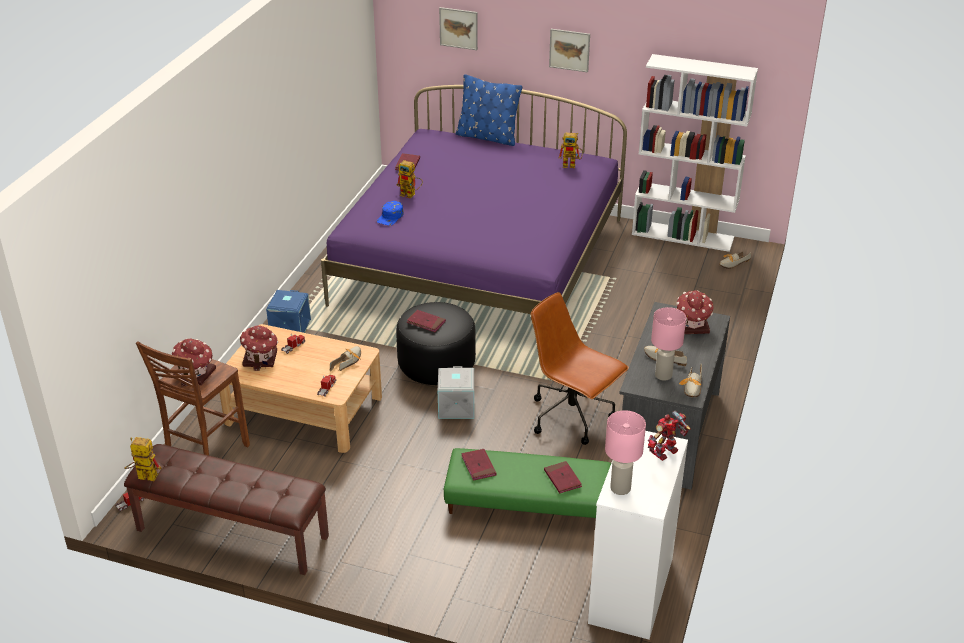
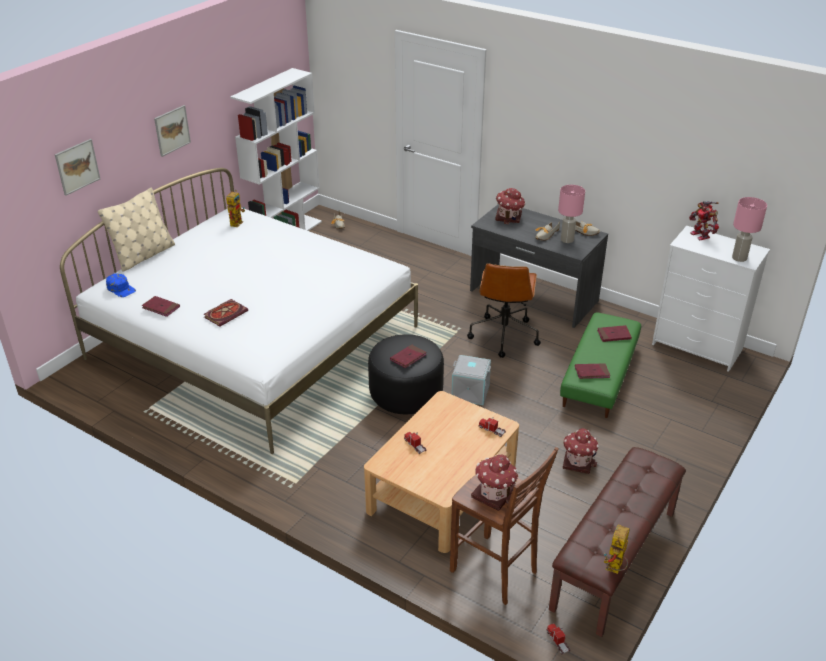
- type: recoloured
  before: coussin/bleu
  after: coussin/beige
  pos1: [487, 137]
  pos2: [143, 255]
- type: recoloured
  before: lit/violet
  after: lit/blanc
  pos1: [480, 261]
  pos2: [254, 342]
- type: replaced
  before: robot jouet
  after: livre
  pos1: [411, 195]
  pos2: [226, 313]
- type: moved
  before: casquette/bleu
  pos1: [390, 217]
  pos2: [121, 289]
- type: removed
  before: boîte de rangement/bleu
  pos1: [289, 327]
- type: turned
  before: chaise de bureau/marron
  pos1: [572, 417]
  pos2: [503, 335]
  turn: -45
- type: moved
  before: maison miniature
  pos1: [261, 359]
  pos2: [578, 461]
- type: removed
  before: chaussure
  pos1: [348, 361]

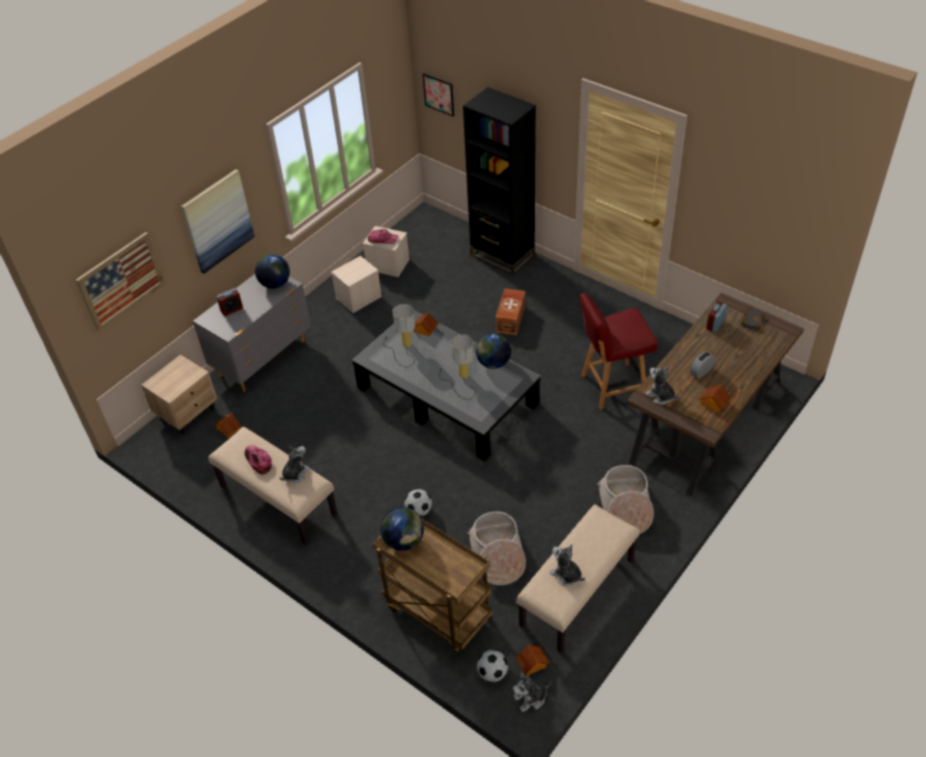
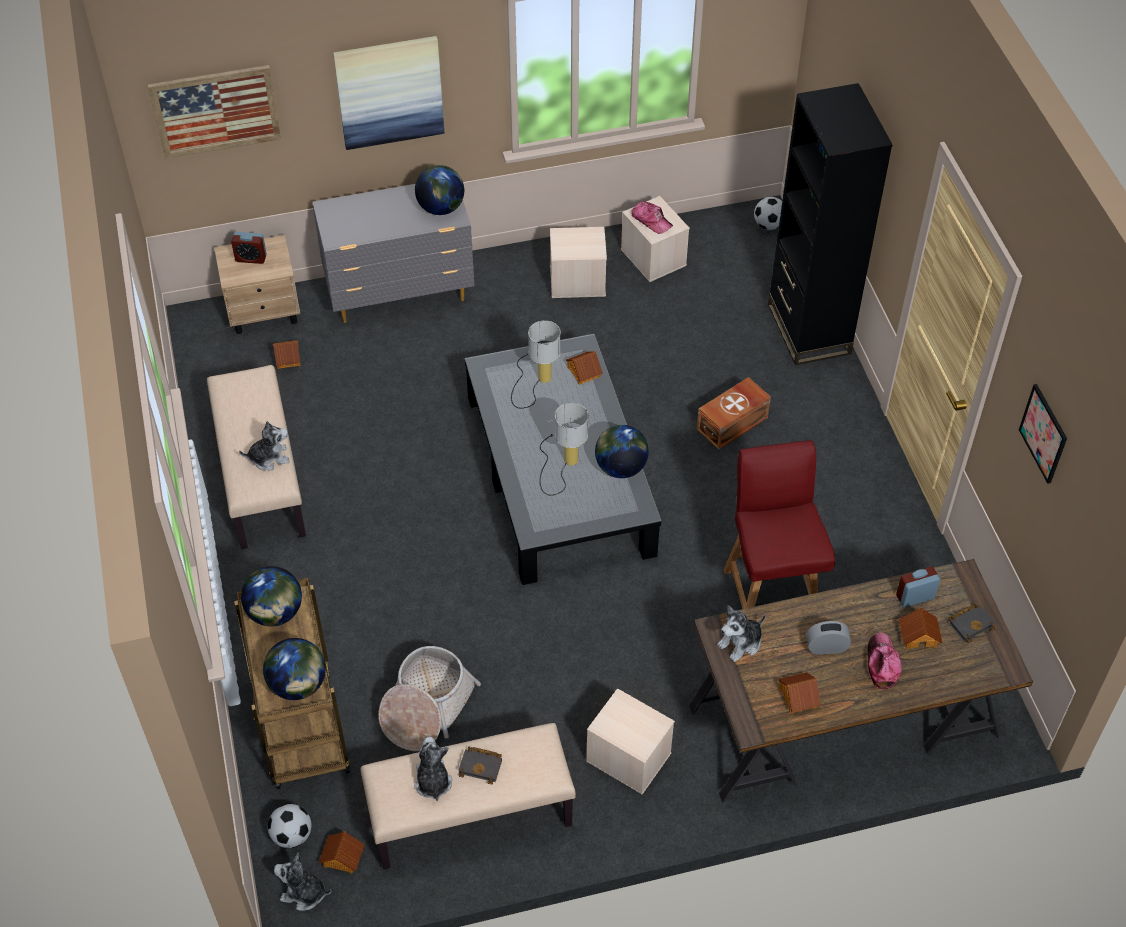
- type: moved
  before: tableau
  pos1: [439, 94]
  pos2: [1043, 433]
- type: moved
  before: réveil
  pos1: [231, 309]
  pos2: [251, 258]
- type: turned
  before: chaise/rouge
  pos1: [612, 386]
  pos2: [770, 594]
  turn: 60
- type: turned
  before: peluche
  pos1: [660, 396]
  pos2: [741, 643]
  turn: -120
- type: moved
  before: casquette
  pos1: [258, 461]
  pos2: [882, 663]
- type: replaced
  before: panier
  after: boîte de rangement/beige
  pos1: [625, 508]
  pos2: [627, 757]
- type: moved
  before: ballon de foot
  pos1: [419, 511]
  pos2: [769, 225]
- type: added
  after: maison miniature
  pos2: [919, 635]
- type: added
  after: globe
  pos2: [298, 685]
- type: added
  after: livre/noir
  pos2: [482, 766]

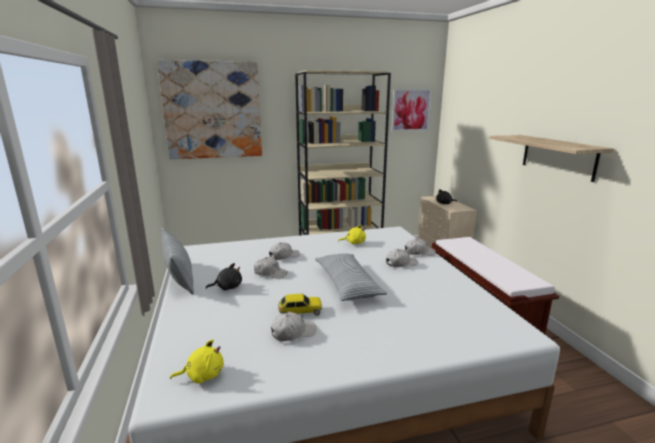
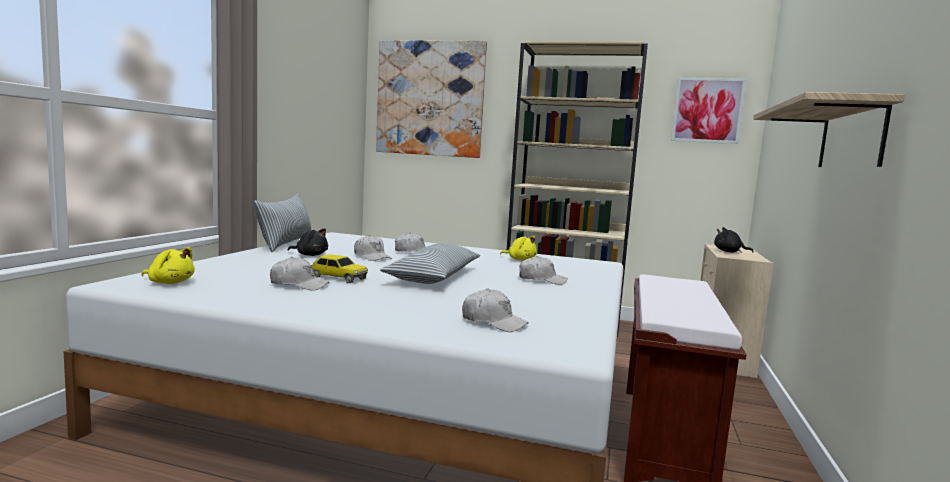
- type: moved
  before: casquette/blanc
  pos1: [419, 252]
  pos2: [493, 322]

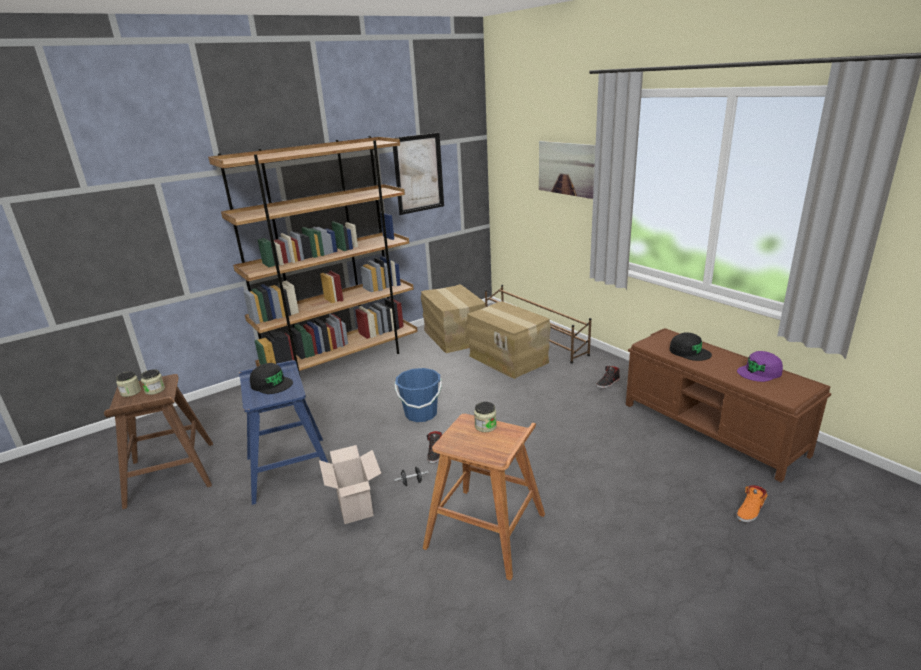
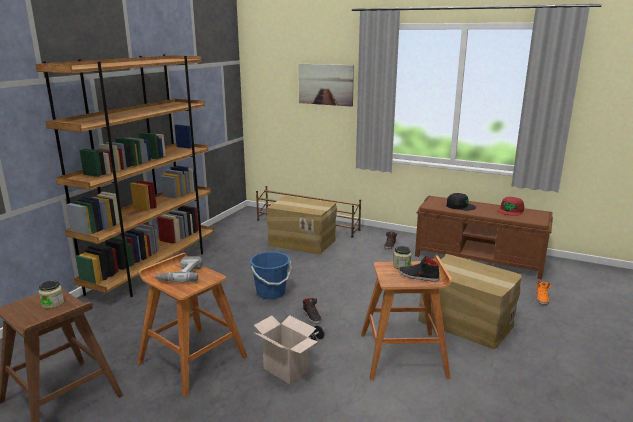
- type: removed
  before: tableau
  pos1: [418, 173]
- type: moved
  before: carton
  pos1: [453, 336]
  pos2: [465, 322]
- type: recoloured
  before: casquette/violet
  after: casquette/rouge
  pos1: [759, 372]
  pos2: [510, 210]
- type: recoloured
  before: tabouret/bleu
  after: tabouret/marron
  pos1: [290, 468]
  pos2: [192, 359]
- type: replaced
  before: casquette/noir
  after: perceuse
  pos1: [271, 384]
  pos2: [181, 275]
- type: removed
  before: bocal
  pos1: [131, 392]
- type: added
  after: chaussure/noir
  pos2: [418, 276]

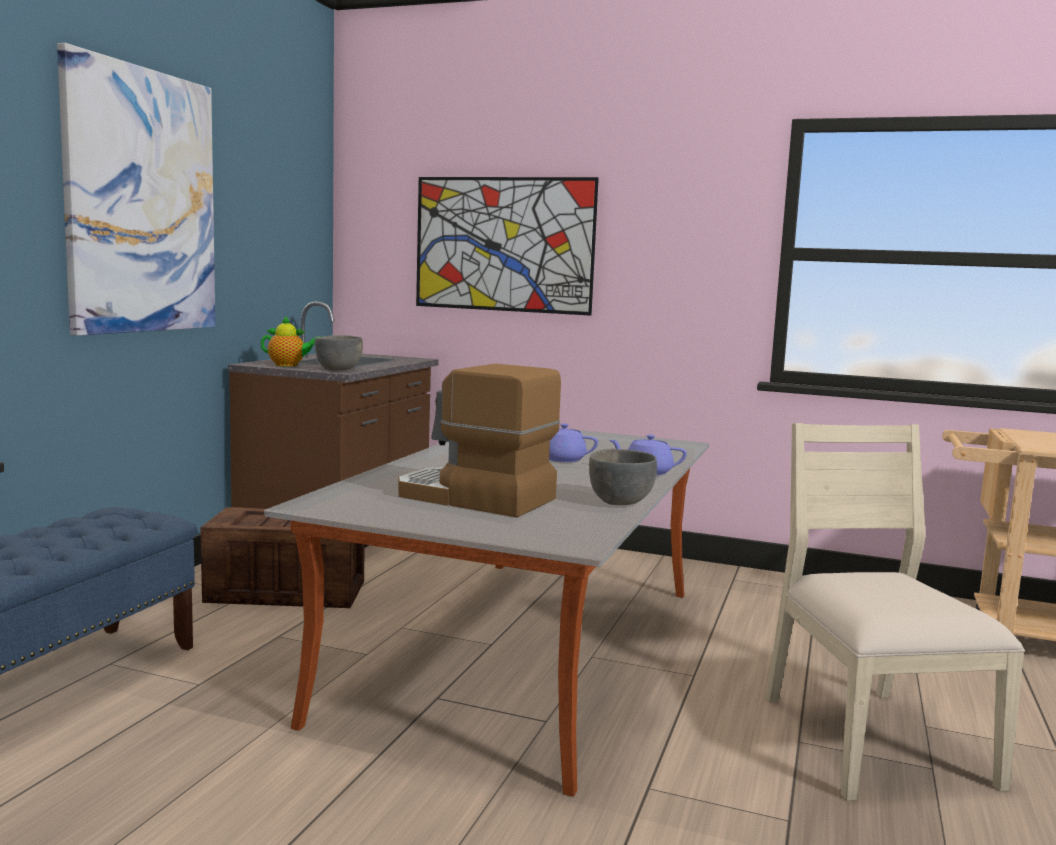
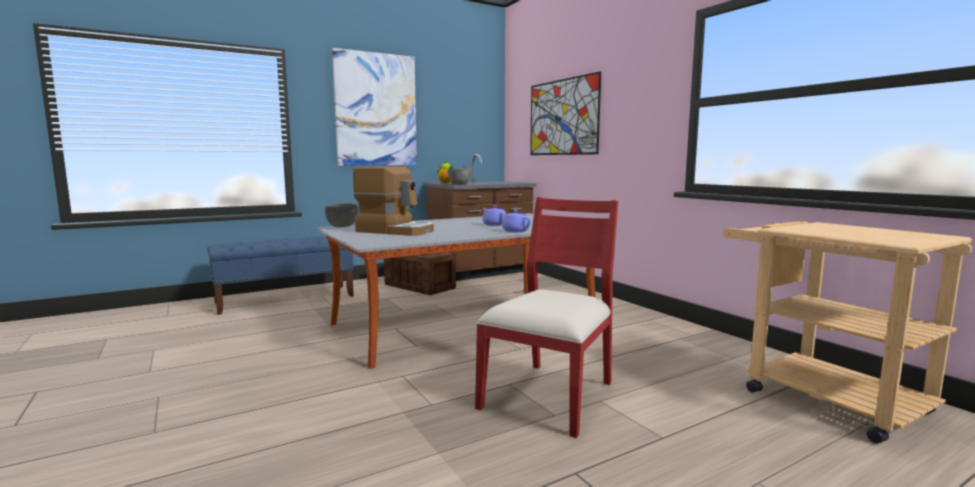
- type: turned
  before: machine à café
  pos1: [474, 498]
  pos2: [396, 231]
  turn: 135
- type: recoloured
  before: chaise/beige
  after: chaise/rouge
  pos1: [871, 739]
  pos2: [550, 395]
- type: moved
  before: bol/gris
  pos1: [620, 502]
  pos2: [342, 226]

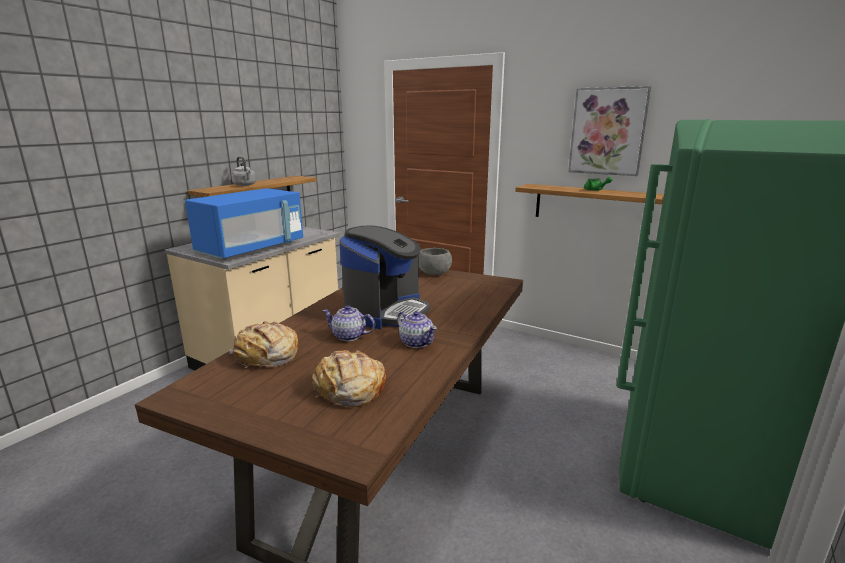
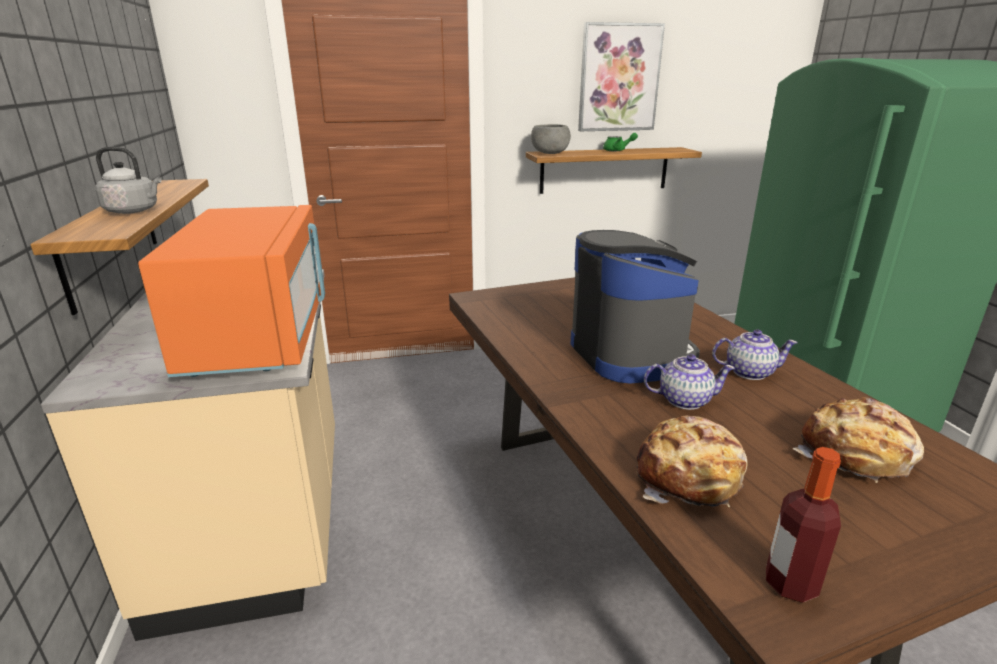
- type: recoloured
  before: micro-ondes/bleu
  after: micro-ondes/orange
  pos1: [251, 249]
  pos2: [260, 336]
- type: moved
  before: bol/gris
  pos1: [434, 273]
  pos2: [550, 153]
- type: turned
  before: théière
  pos1: [349, 336]
  pos2: [684, 400]
  turn: -150
- type: added
  after: bouteille
  pos2: [790, 584]

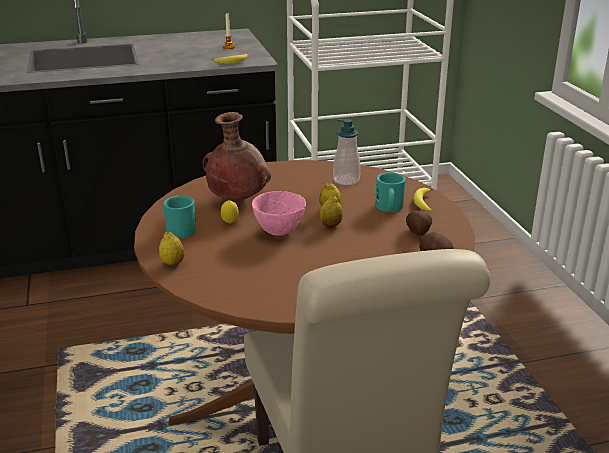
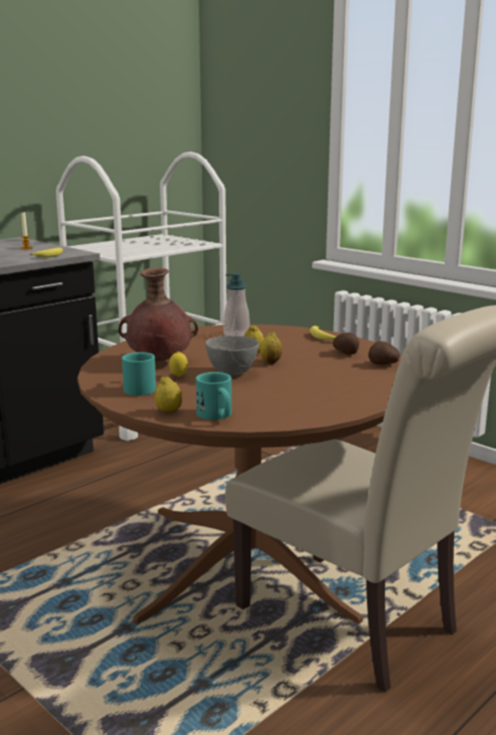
- type: moved
  before: mug/turquoise
  pos1: [389, 208]
  pos2: [217, 416]
- type: recoloured
  before: bol/rose
  after: bol/gris
  pos1: [278, 231]
  pos2: [231, 373]

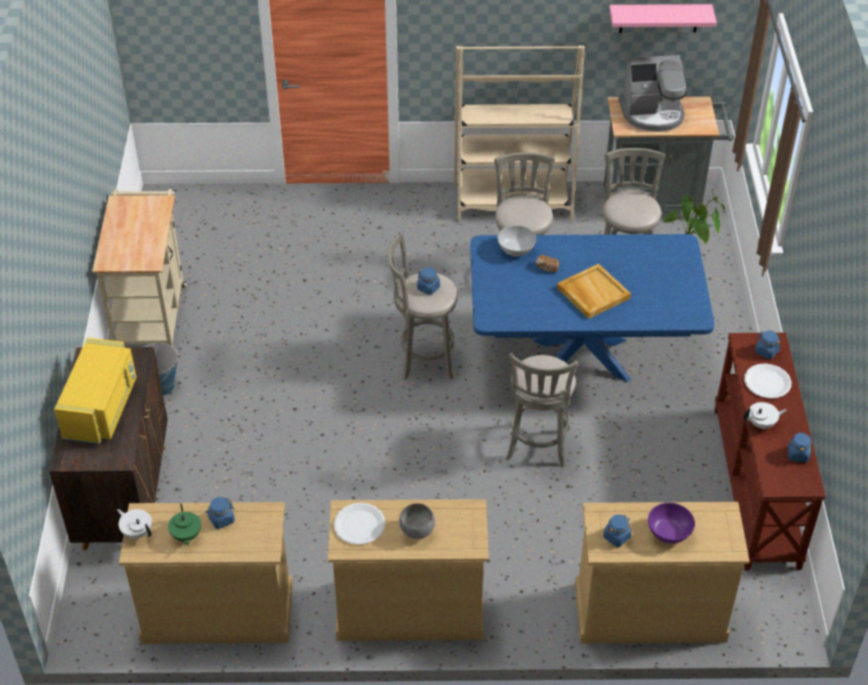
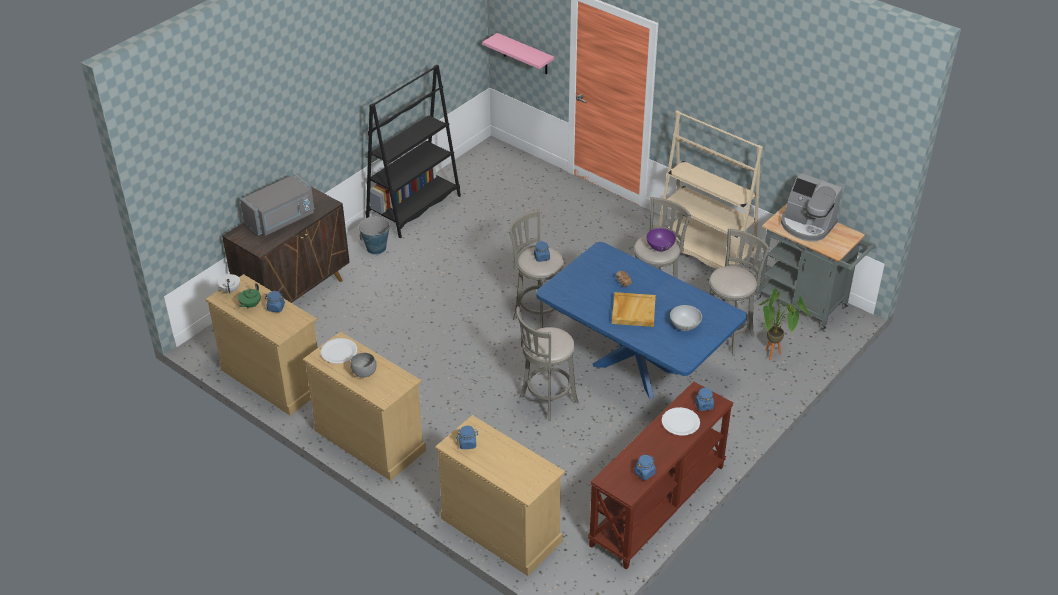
- type: moved
  before: étagère/rose
  pos1: [659, 18]
  pos2: [525, 54]
- type: replaced
  before: chariot/beige
  after: bibliothèque/noir
  pos1: [151, 315]
  pos2: [414, 208]
- type: moved
  before: bol/blanc
  pos1: [515, 250]
  pos2: [684, 326]
- type: recoloured
  before: micro-ondes/jaune
  after: micro-ondes/gris
  pos1: [102, 408]
  pos2: [281, 219]
- type: removed
  before: théière/blanc
  pos1: [762, 424]
- type: moved
  before: bol/violet
  pos1: [668, 533]
  pos2: [660, 247]

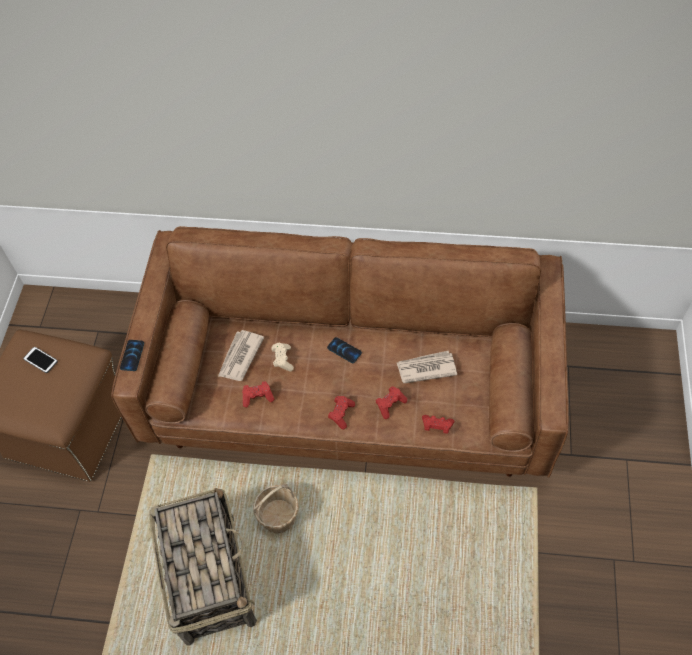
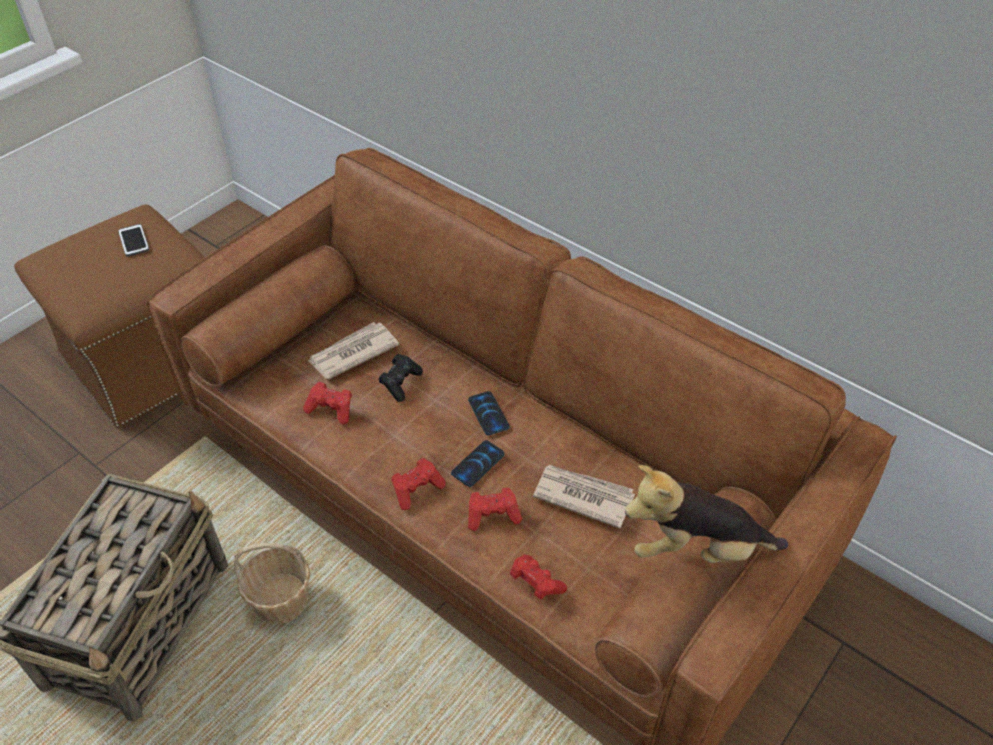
- type: moved
  before: téléphone
  pos1: [132, 355]
  pos2: [478, 464]
- type: recoloured
  before: manette/beige
  after: manette/noir
  pos1: [282, 359]
  pos2: [400, 383]
- type: added
  after: peluche
  pos2: [695, 548]

